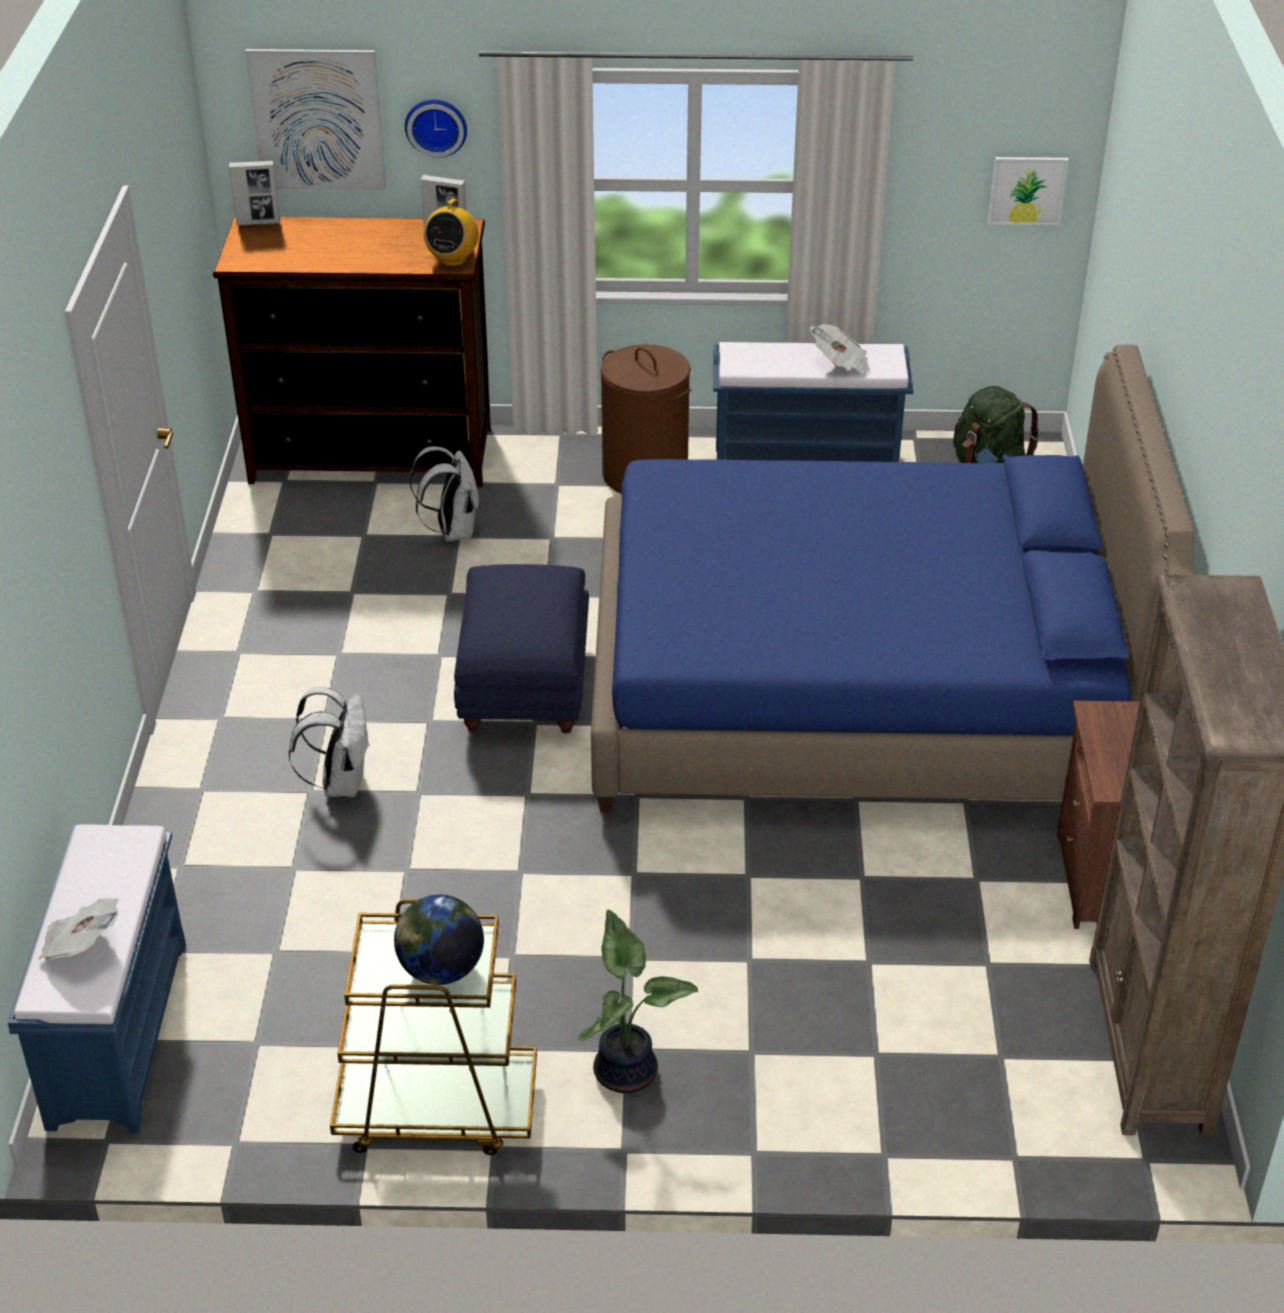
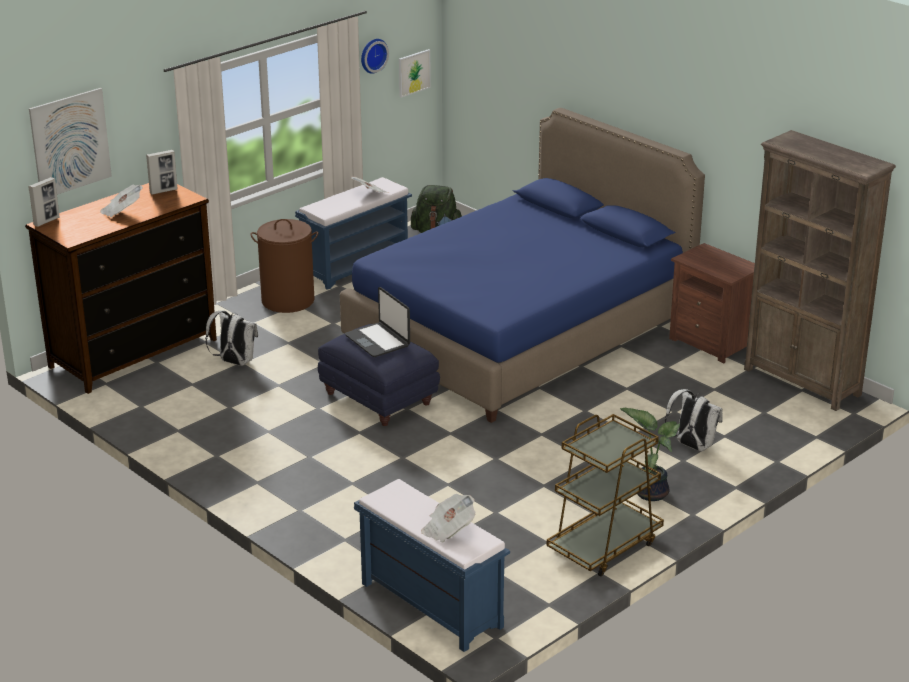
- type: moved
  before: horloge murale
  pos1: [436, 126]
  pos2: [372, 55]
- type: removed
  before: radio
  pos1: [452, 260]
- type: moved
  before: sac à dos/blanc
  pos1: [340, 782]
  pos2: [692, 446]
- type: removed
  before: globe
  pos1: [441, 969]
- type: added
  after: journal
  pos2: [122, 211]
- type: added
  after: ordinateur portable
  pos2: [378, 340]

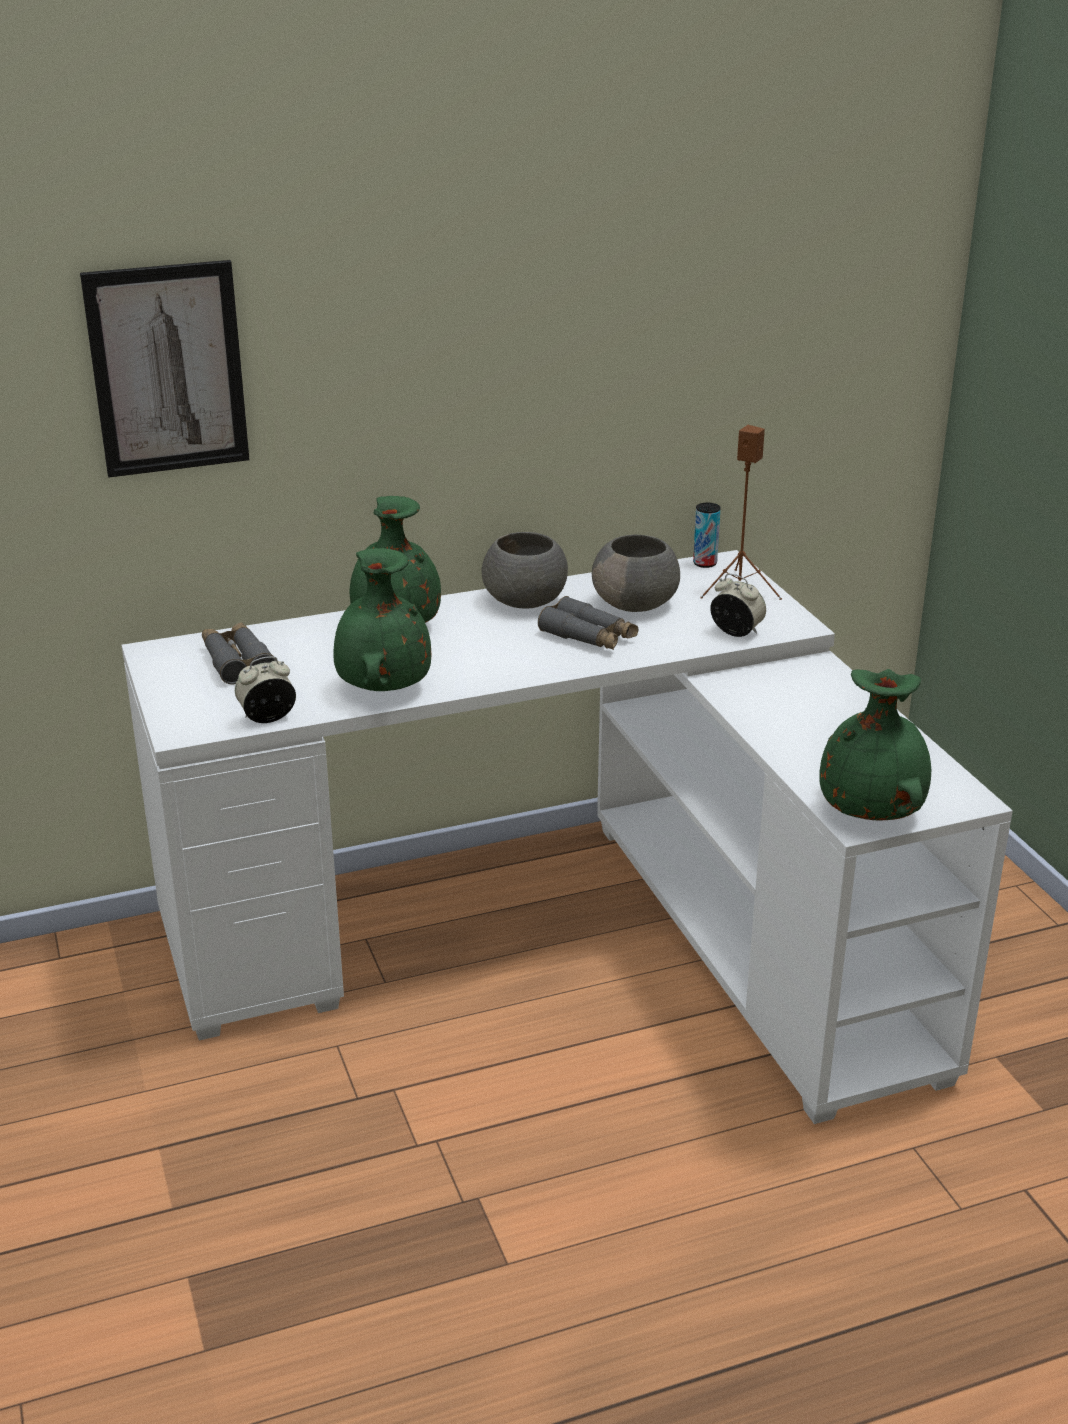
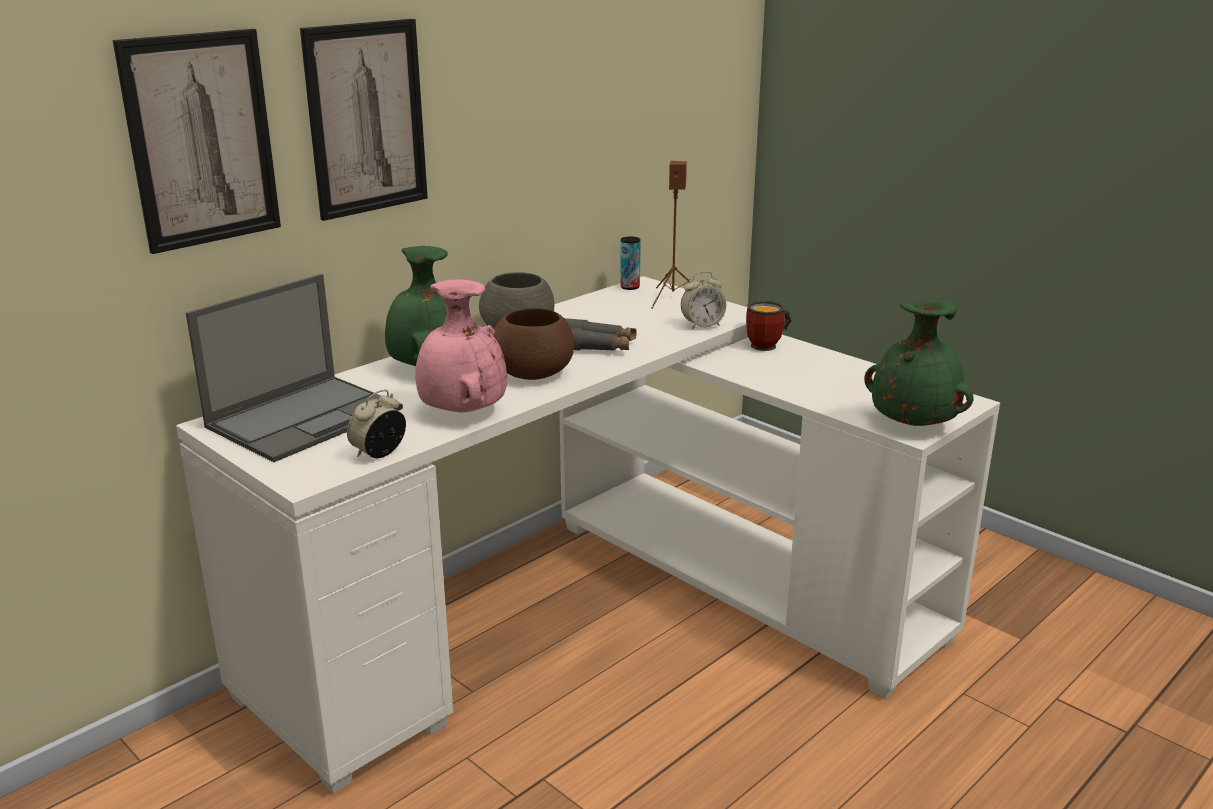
- type: removed
  before: bol/gris
  pos1: [636, 604]
- type: recoloured
  before: vase/vert
  after: vase/rose
  pos1: [382, 688]
  pos2: [461, 411]
- type: turned
  before: réveil
  pos1: [736, 632]
  pos2: [702, 325]
  turn: 150
- type: replaced
  before: jumelles/gris
  after: ordinateur portable
  pos1: [237, 662]
  pos2: [306, 417]
- type: added
  after: tableau
  pos2: [366, 118]
- type: added
  after: mug
  pos2: [768, 345]
- type: added
  after: bol/marron
  pos2: [534, 373]

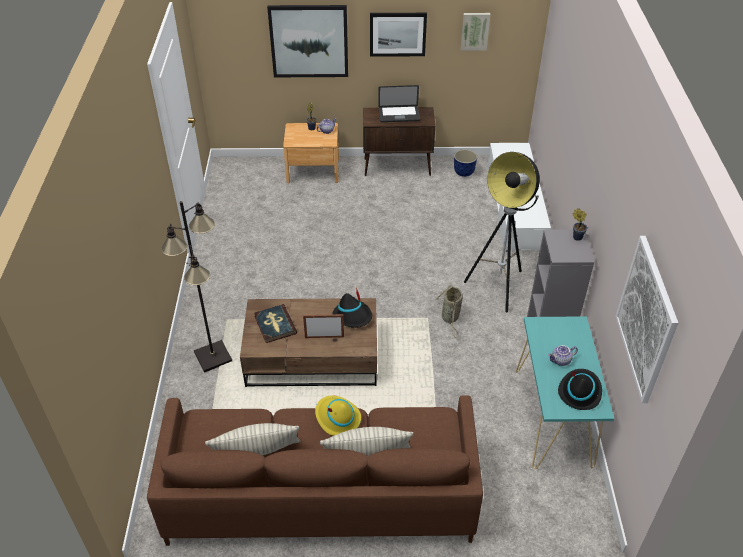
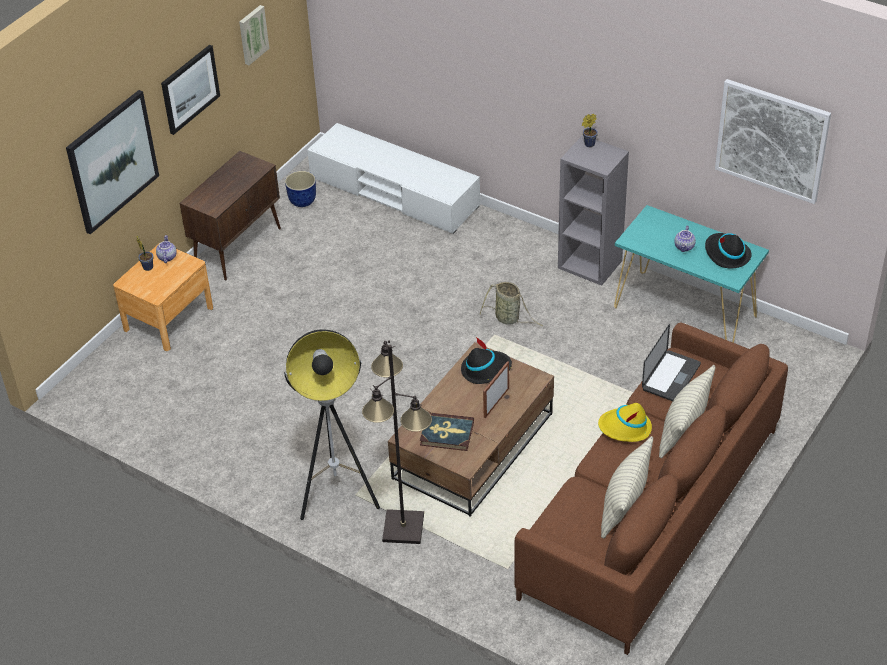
- type: moved
  before: ordinateur portable
  pos1: [399, 115]
  pos2: [671, 377]
- type: moved
  before: lampadaire
  pos1: [498, 287]
  pos2: [337, 493]

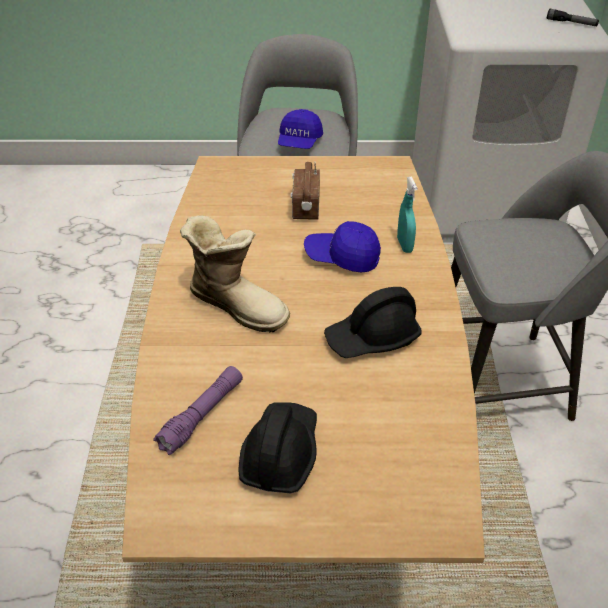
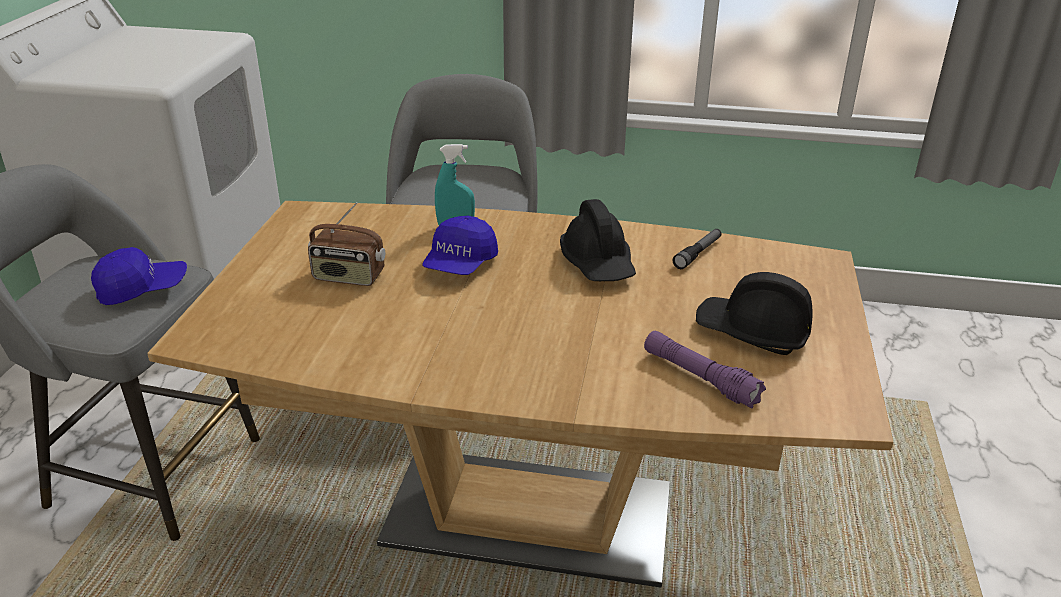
- type: moved
  before: lampe de poche
  pos1: [571, 23]
  pos2: [698, 253]
- type: turned
  before: casquette/bleu
  pos1: [299, 142]
  pos2: [143, 289]
  turn: -45
- type: removed
  before: botte
  pos1: [238, 304]

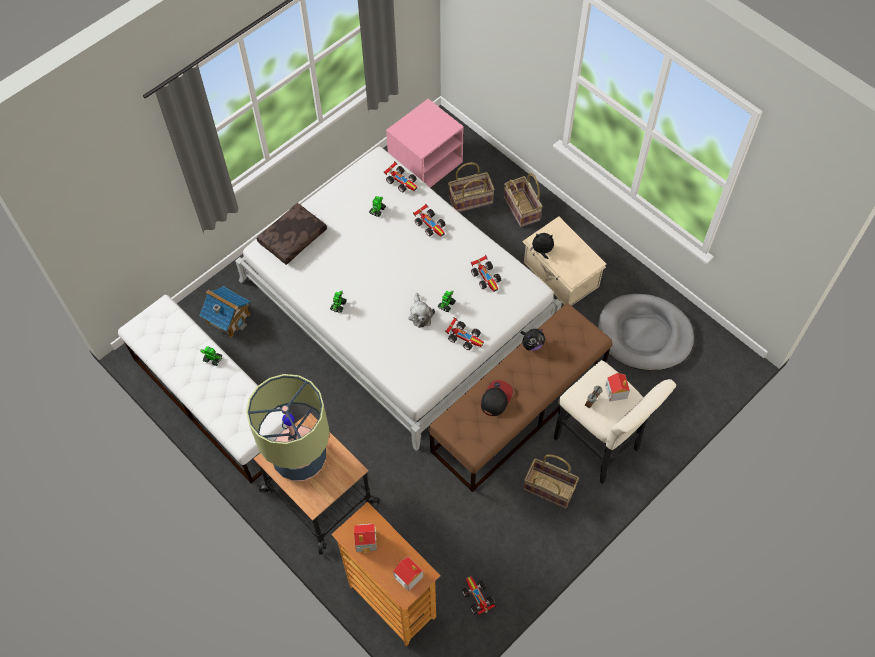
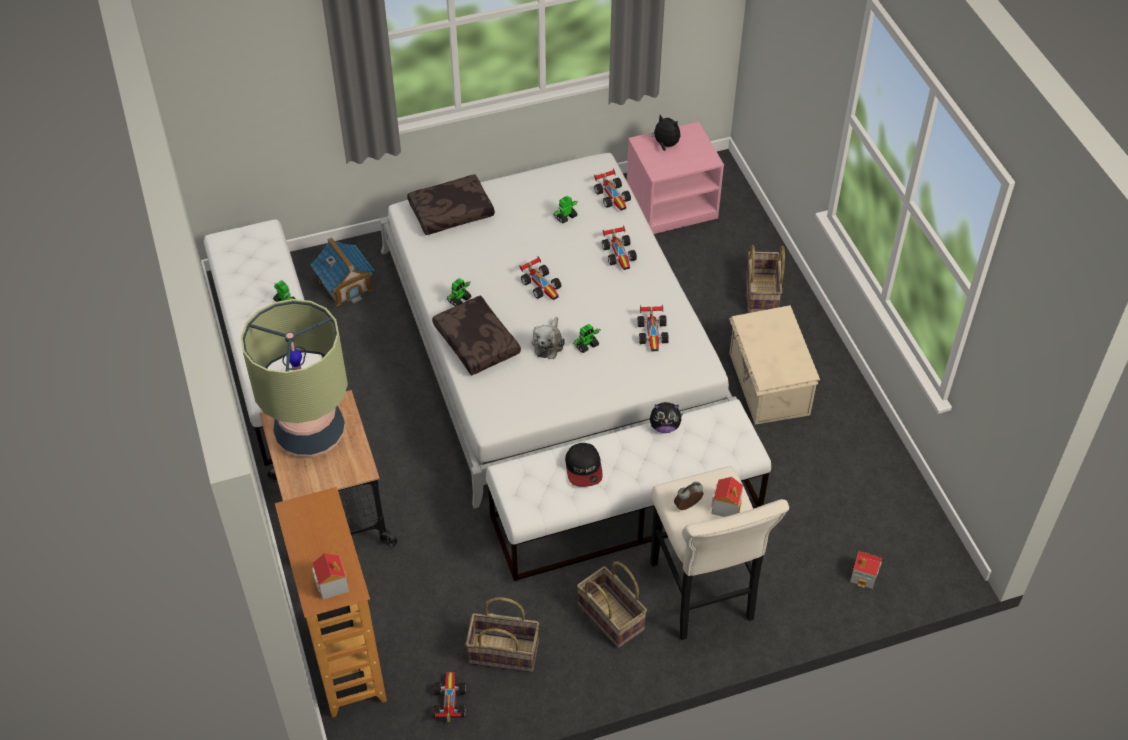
- type: moved
  before: panier
  pos1: [470, 199]
  pos2: [504, 652]
- type: moved
  before: peluche
  pos1: [542, 251]
  pos2: [665, 145]
- type: removed
  before: panier pour chien/gris
  pos1: [644, 334]
- type: recoloured
  before: banc/marron
  after: banc/blanc
  pos1: [519, 408]
  pos2: [627, 512]
- type: moved
  before: petite voiture
  pos1: [465, 337]
  pos2: [542, 285]
- type: turned
  before: casquette
  pos1: [496, 399]
  pos2: [584, 468]
  turn: 120
- type: moved
  before: maison miniature
  pos1: [366, 541]
  pos2: [864, 576]
- type: added
  after: coussin/marron
  pos2: [478, 342]

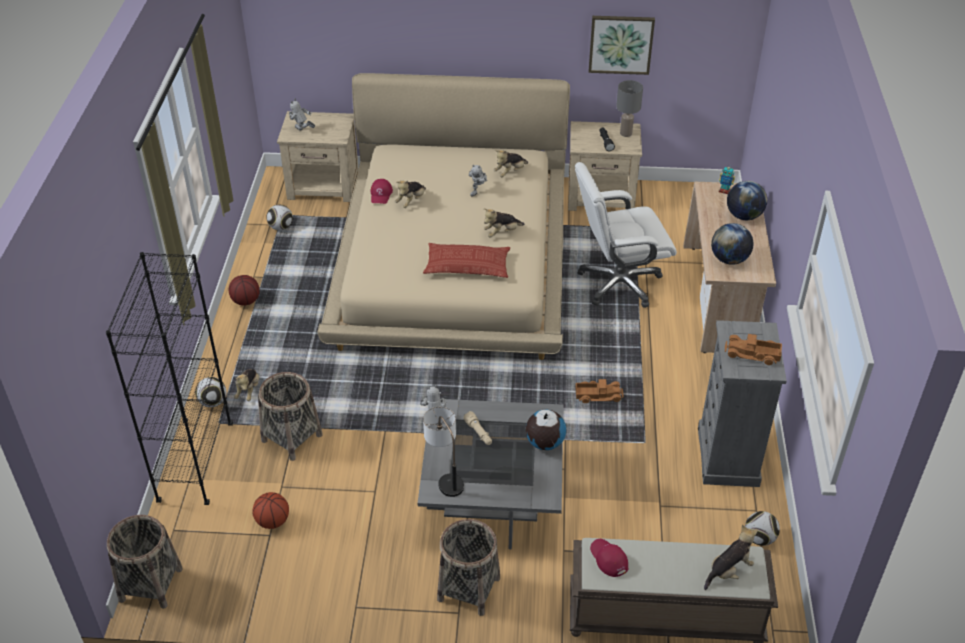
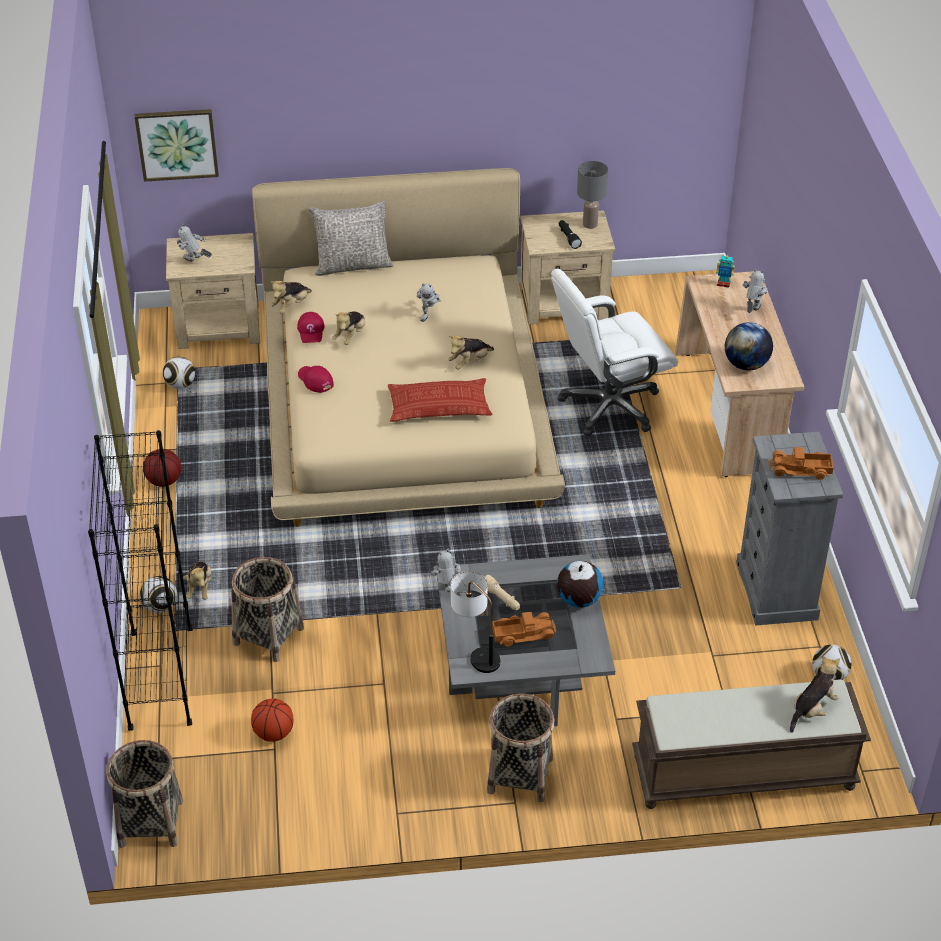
- type: moved
  before: tableau
  pos1: [621, 44]
  pos2: [177, 144]
- type: moved
  before: peluche
  pos1: [510, 172]
  pos2: [291, 306]
- type: replaced
  before: globe
  after: robot jouet
  pos1: [743, 216]
  pos2: [751, 311]
- type: moved
  before: camion jouet
  pos1: [598, 395]
  pos2: [523, 633]
- type: moved
  before: casquette/rouge
  pos1: [608, 559]
  pos2: [315, 380]
- type: added
  after: coussin/gris
  pos2: [353, 265]

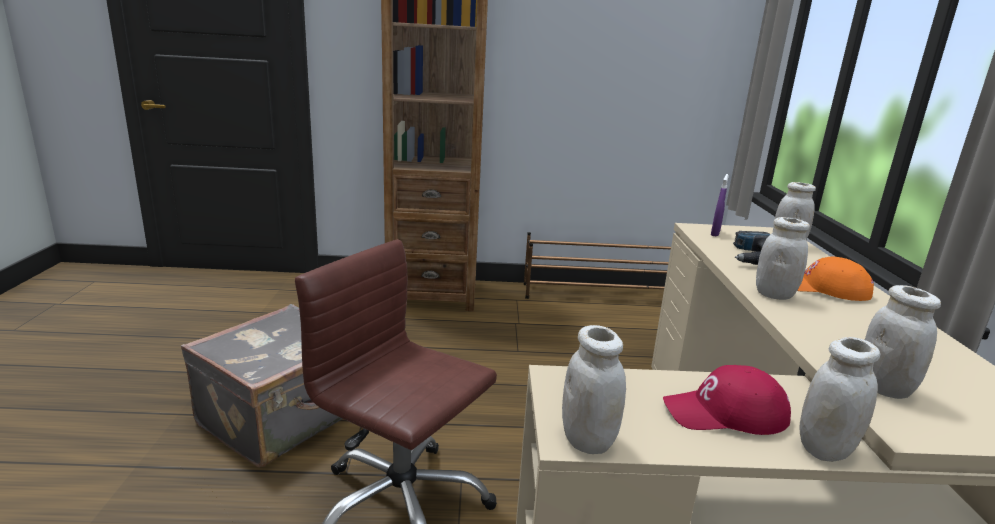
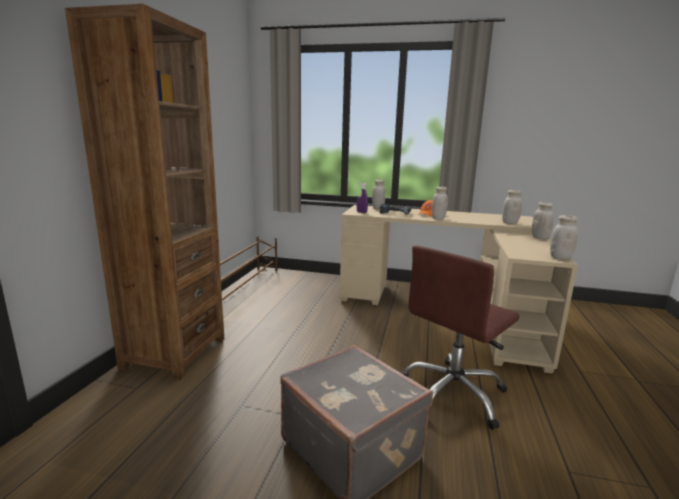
- type: removed
  before: casquette/rouge
  pos1: [725, 413]

